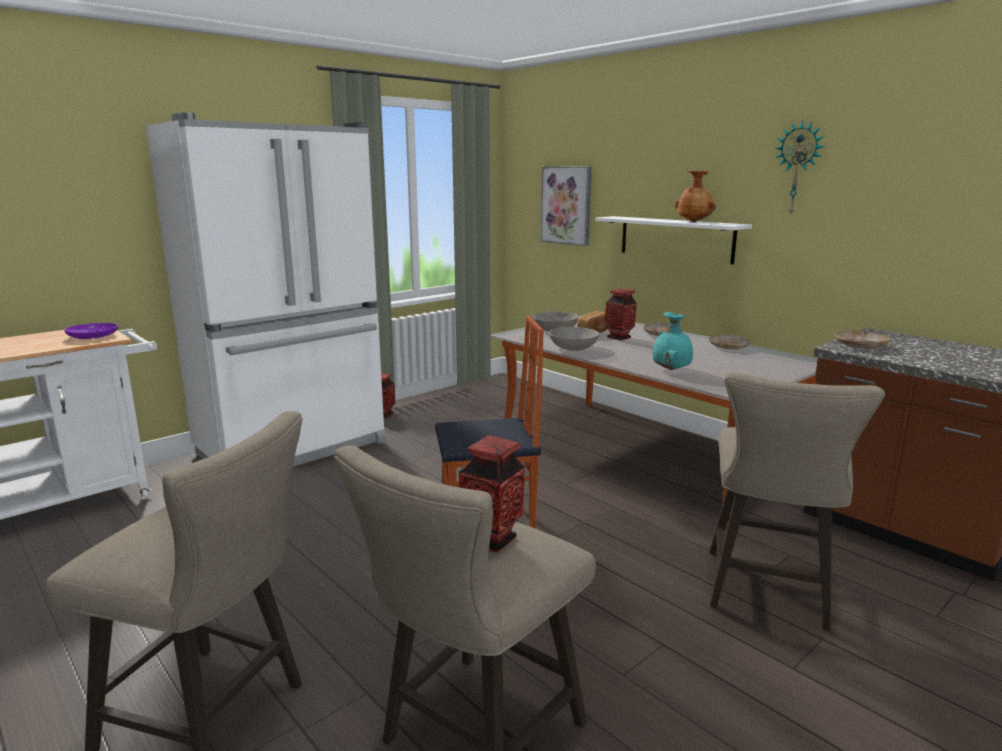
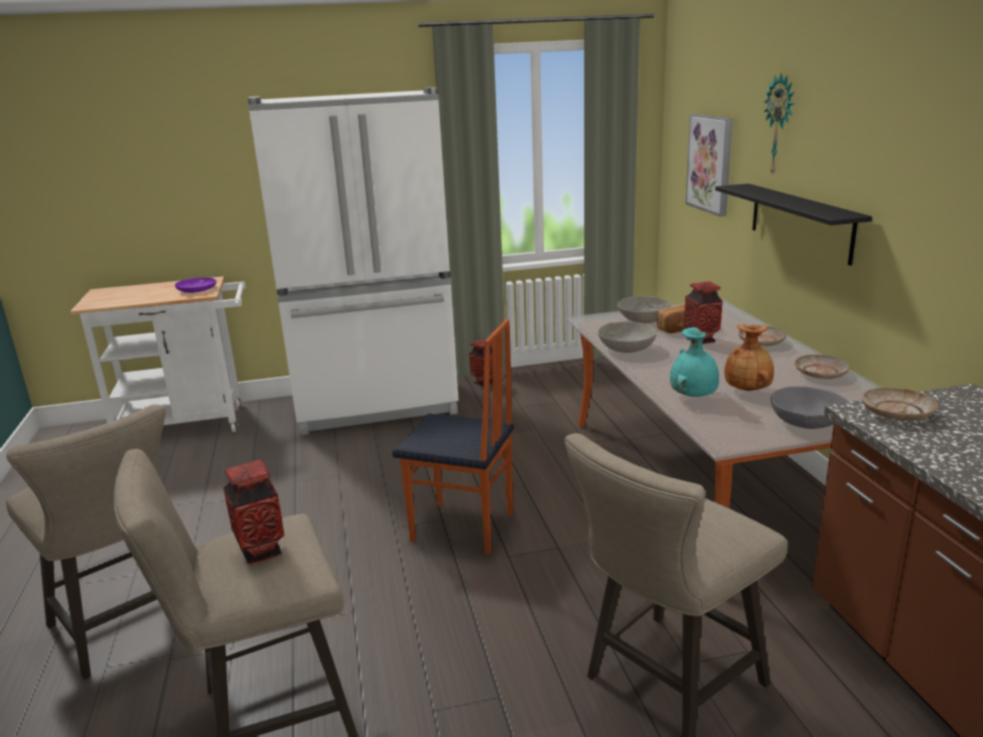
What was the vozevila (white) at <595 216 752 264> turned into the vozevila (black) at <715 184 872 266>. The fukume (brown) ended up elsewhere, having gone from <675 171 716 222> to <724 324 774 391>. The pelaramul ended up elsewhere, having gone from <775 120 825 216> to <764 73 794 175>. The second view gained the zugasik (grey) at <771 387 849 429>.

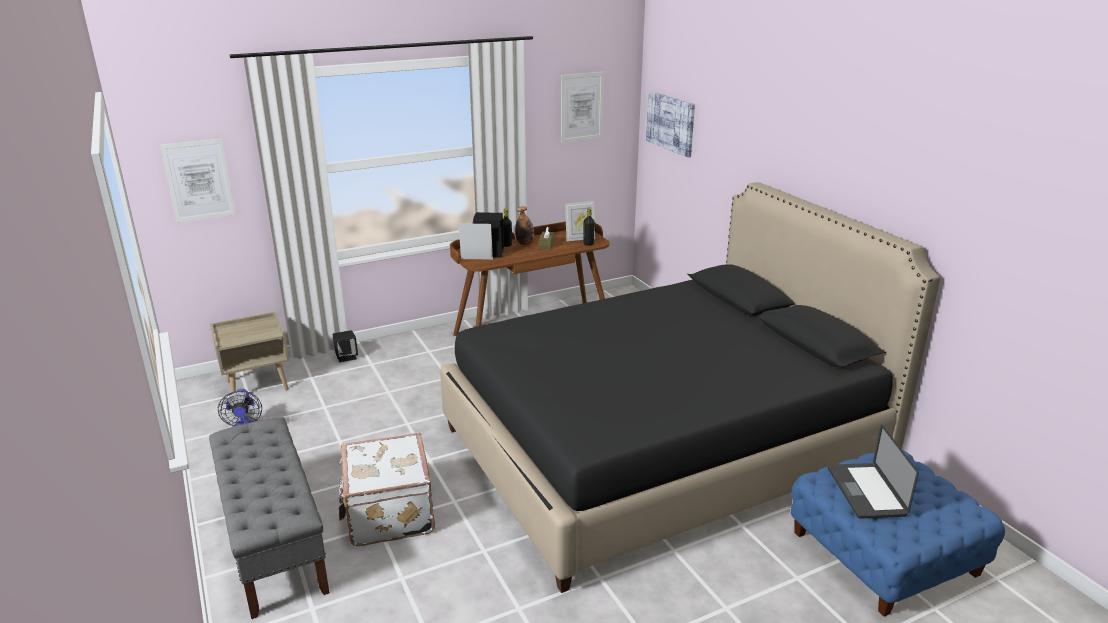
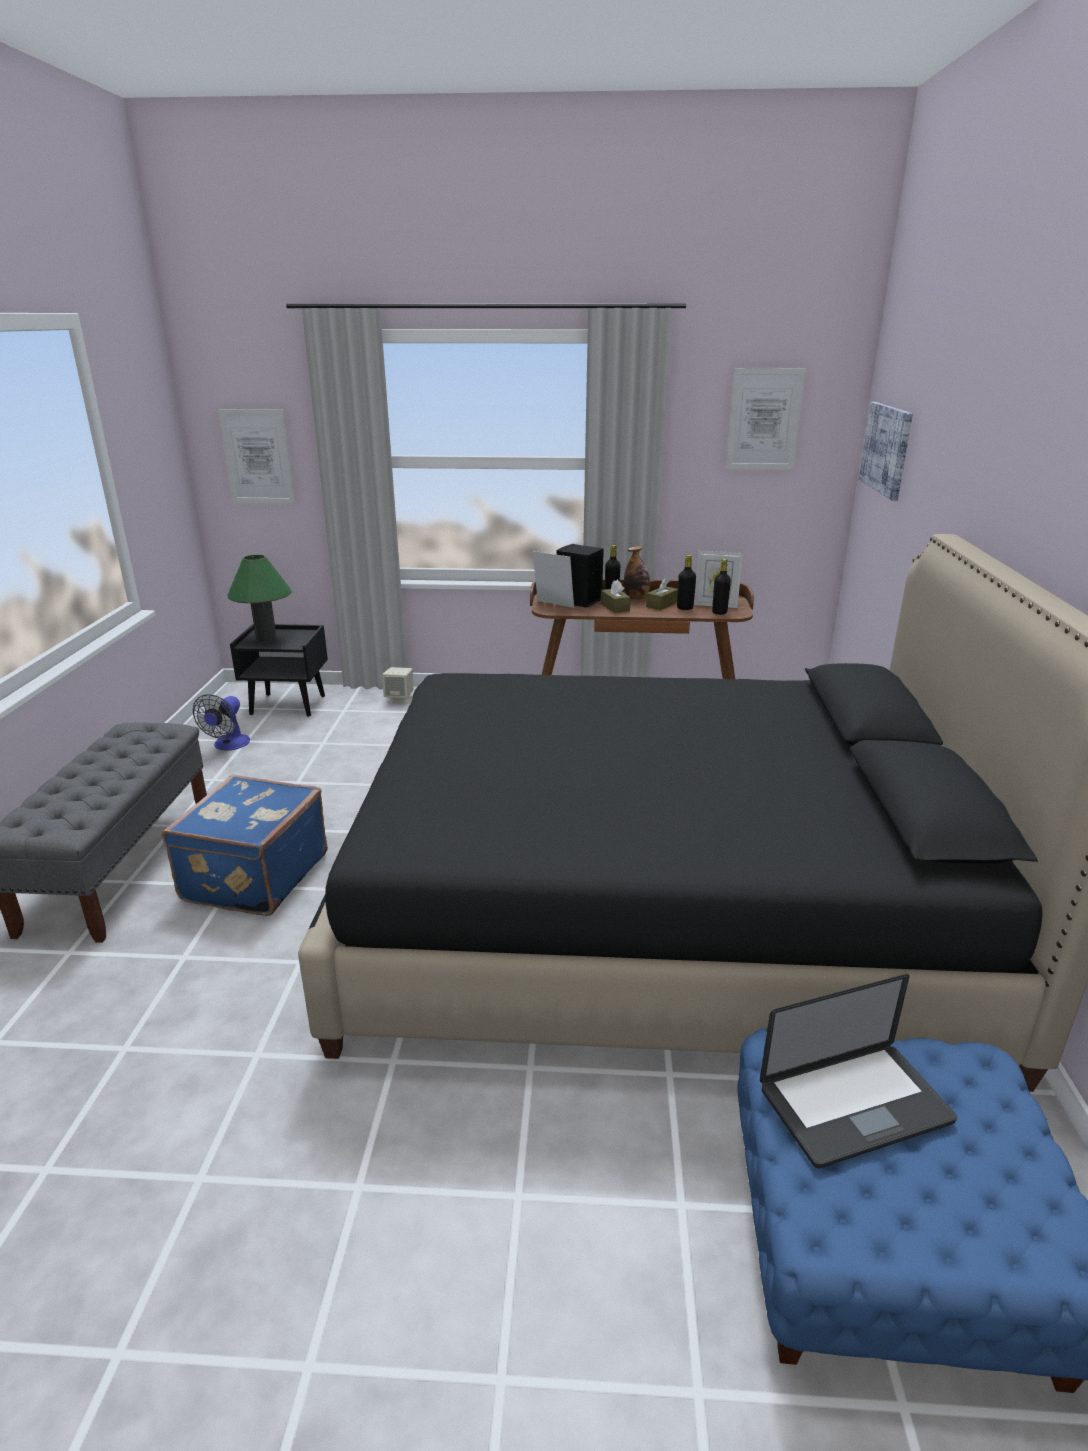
What was the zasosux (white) at <339 433 435 546> turned into the zasosux (blue) at <162 774 328 916>. The second view gained the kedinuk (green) at <227 555 292 643>. What was the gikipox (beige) at <210 312 289 395> turned into the gikipox (black) at <230 624 328 717>. What was the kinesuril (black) at <333 330 358 362> turned into the kinesuril (beige) at <382 667 414 703>. The second view gained the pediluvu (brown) at <601 580 630 613>. The second view gained the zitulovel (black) at <677 555 696 610>. The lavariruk at <828 424 919 519> ended up facing another way, 135 degrees counterclockwise from before.

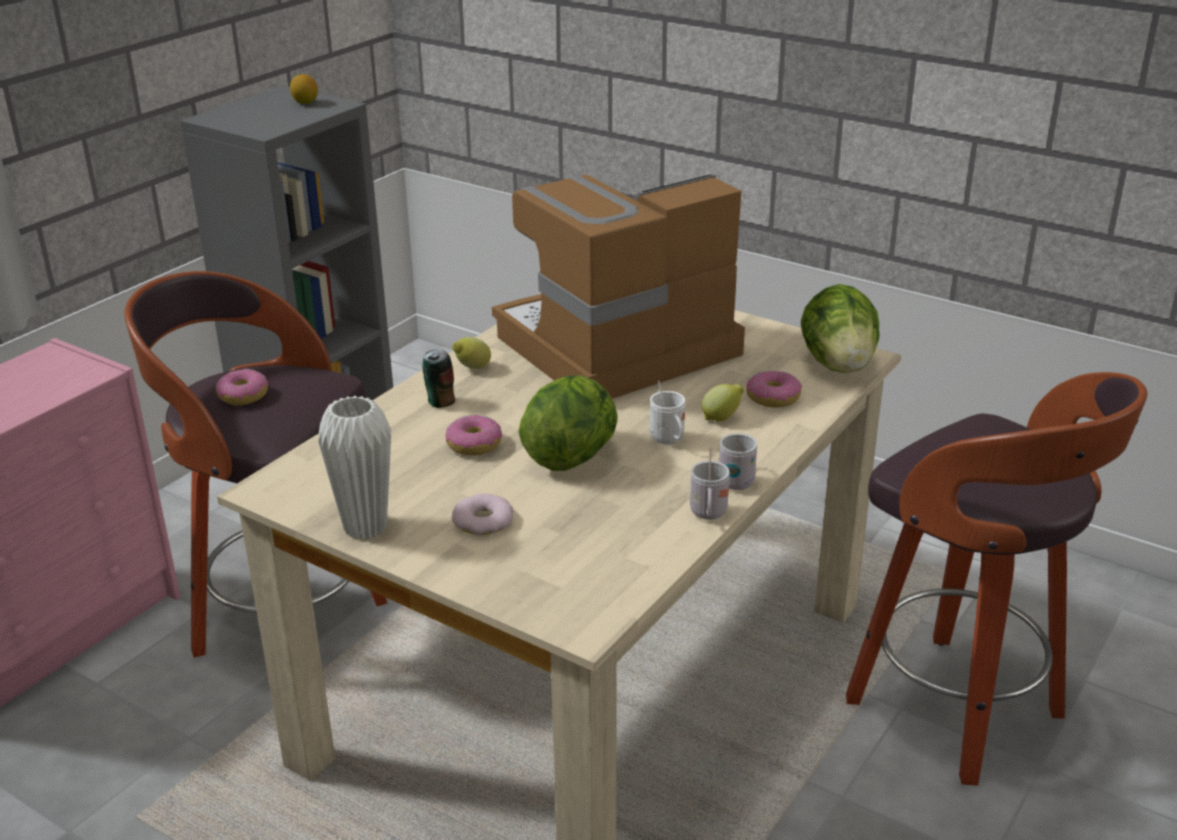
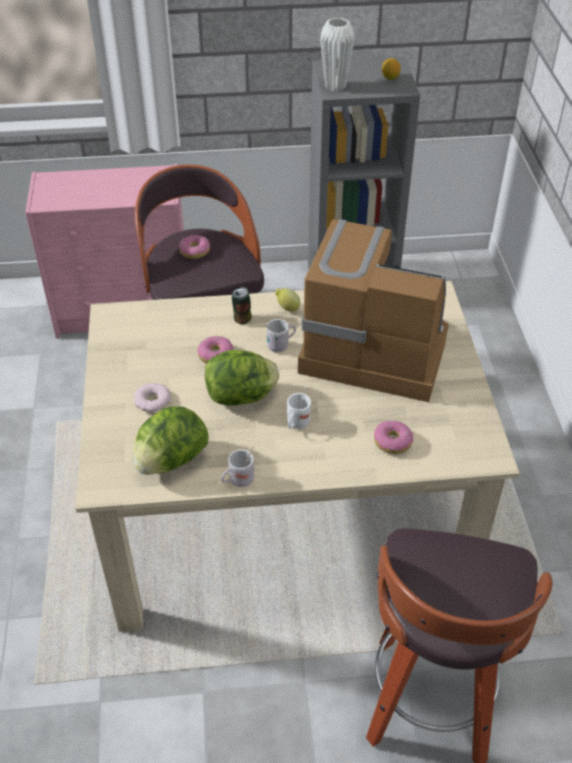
The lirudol ended up elsewhere, having gone from <801 284 880 373> to <133 407 209 475>. The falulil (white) ended up elsewhere, having gone from <719 433 758 490> to <266 319 296 353>. The fukume (white) ended up elsewhere, having gone from <318 396 391 539> to <320 18 355 92>. The second view lost the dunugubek at <702 384 744 422>.

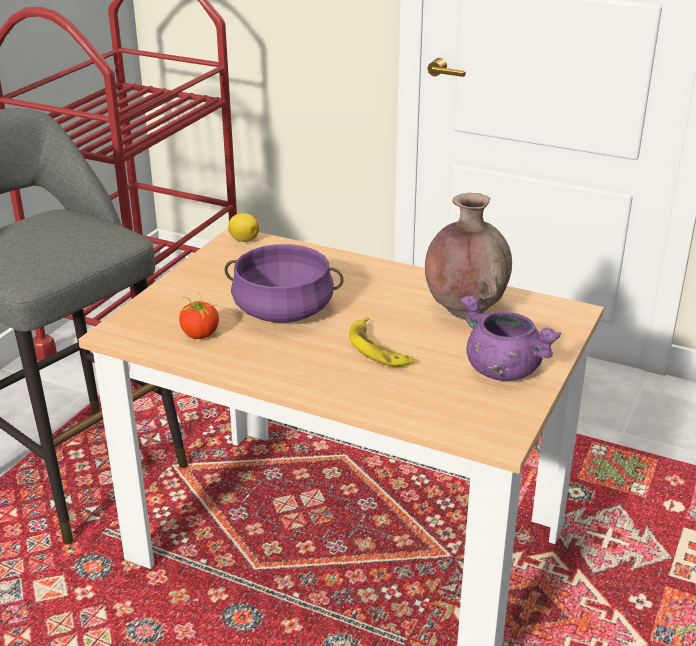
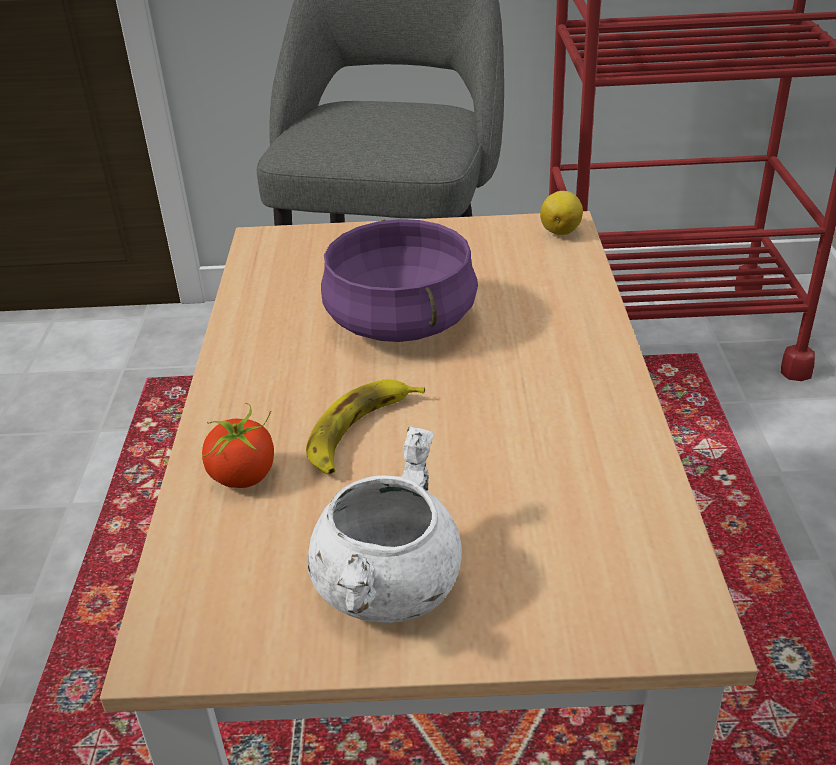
The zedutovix ended up elsewhere, having gone from <179 292 219 339> to <202 403 274 488>. What was the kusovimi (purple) at <461 295 561 381> turned into the kusovimi (white) at <308 426 462 623>. The second view lost the fukume (brown) at <425 193 512 319>.

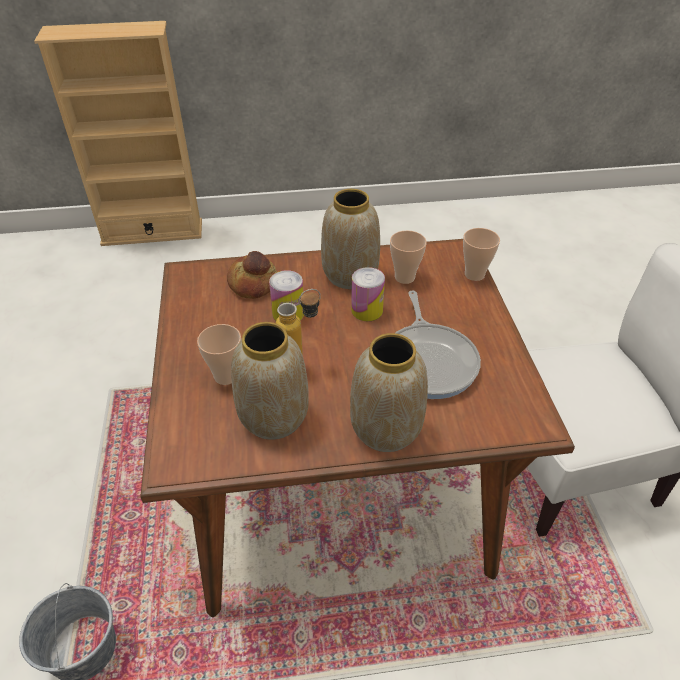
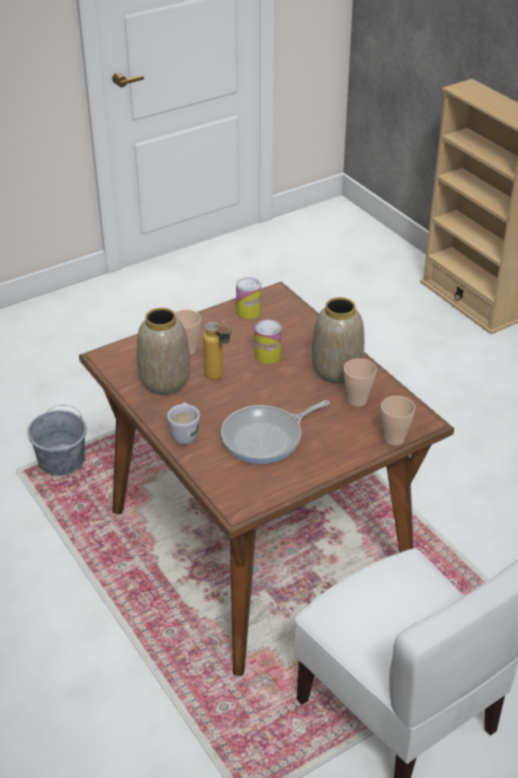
Where the fukume stood at <350 333 428 452>, the falulil (white) came to stand at <167 403 200 445>. The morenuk ended up elsewhere, having gone from <351 267 385 321> to <236 277 261 319>. The second view lost the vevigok at <227 251 277 299>.

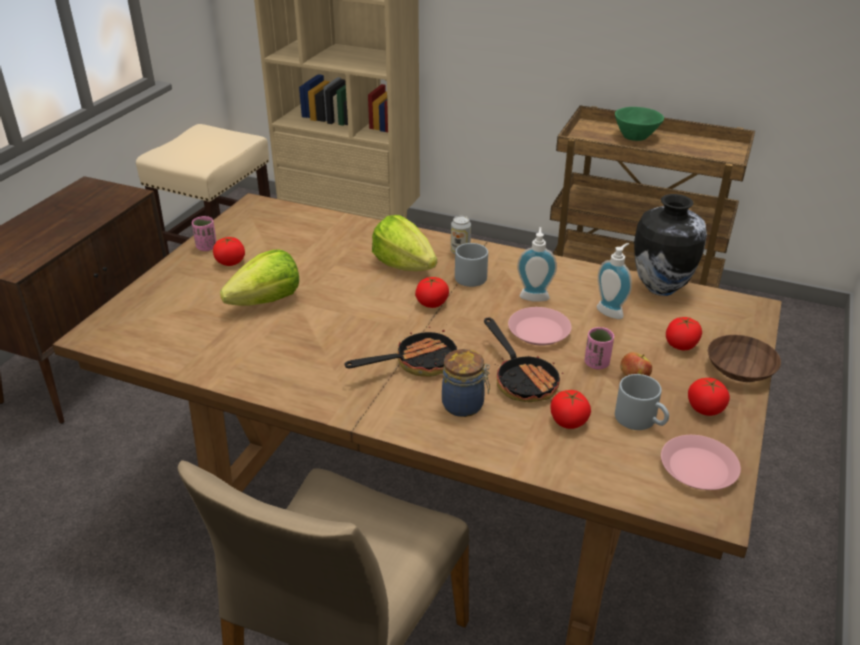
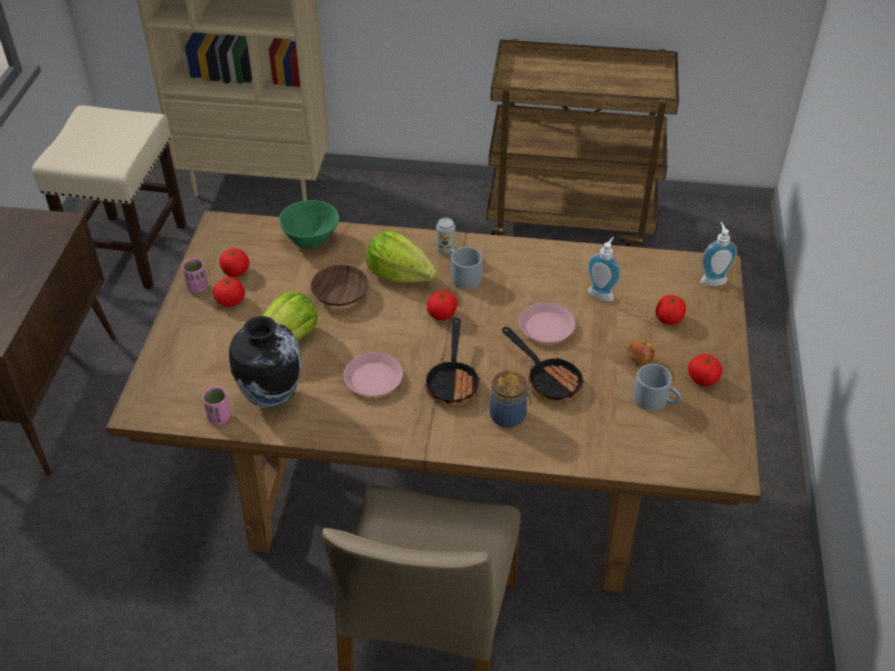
The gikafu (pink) ended up elsewhere, having gone from <585 327 614 369> to <202 387 230 425>. The zedutovix ended up elsewhere, having gone from <550 390 591 429> to <219 248 249 277>. The fukume ended up elsewhere, having gone from <634 194 707 296> to <229 316 301 409>. The zugasik (green) ended up elsewhere, having gone from <615 107 664 141> to <279 200 339 249>. The zugasik (brown) ended up elsewhere, having gone from <708 335 781 382> to <311 265 368 306>. The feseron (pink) ended up elsewhere, having gone from <661 435 741 490> to <344 352 403 397>. The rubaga at <344 327 457 377> ended up facing another way, 135 degrees clockwise from before. The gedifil ended up elsewhere, having gone from <517 227 557 302> to <700 222 737 286>.

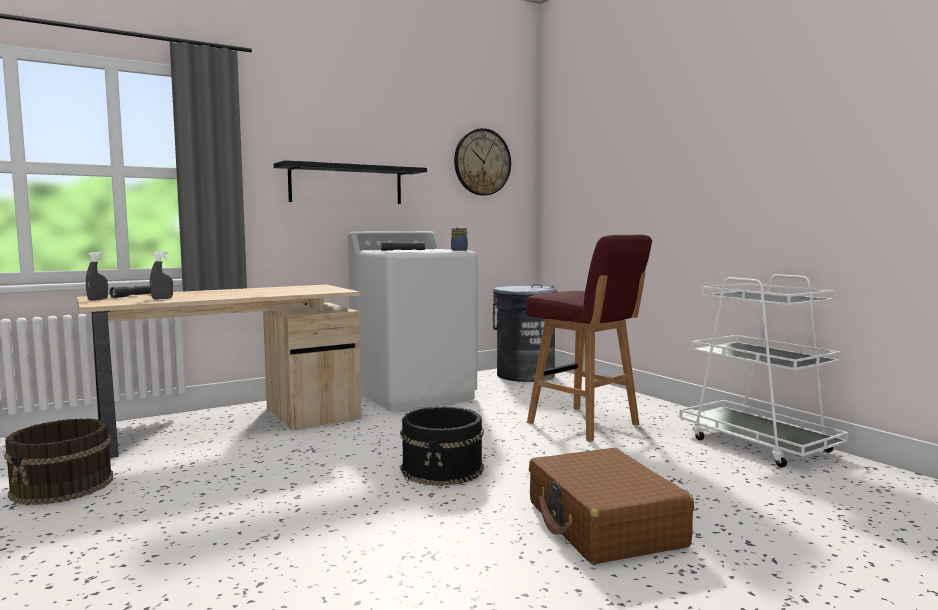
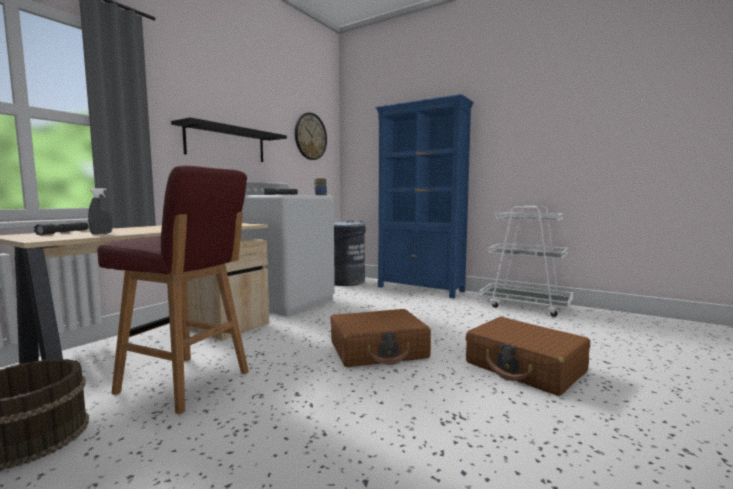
The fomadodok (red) ended up elsewhere, having gone from <526 234 652 442> to <97 166 249 414>. Where the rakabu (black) stood at <400 407 484 486>, the zasosux (brown) came to stand at <330 309 431 367>. The second view gained the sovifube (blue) at <376 94 474 298>. The second view lost the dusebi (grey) at <86 252 108 300>.

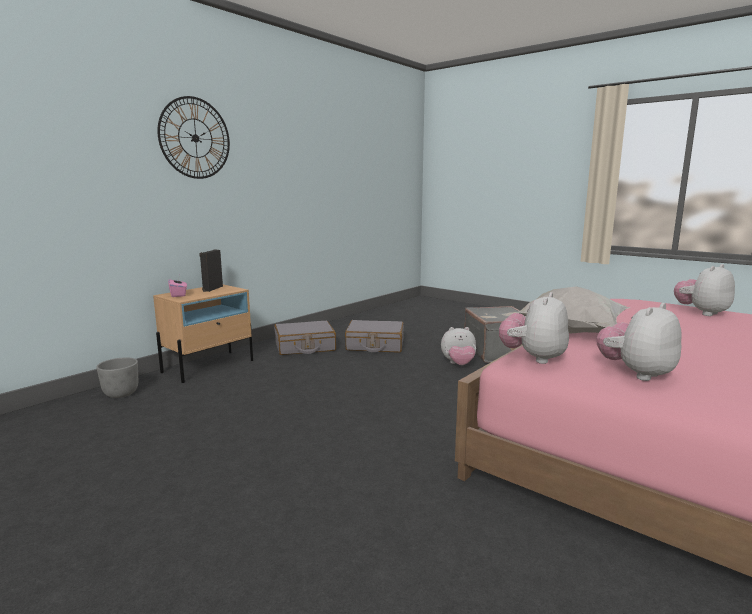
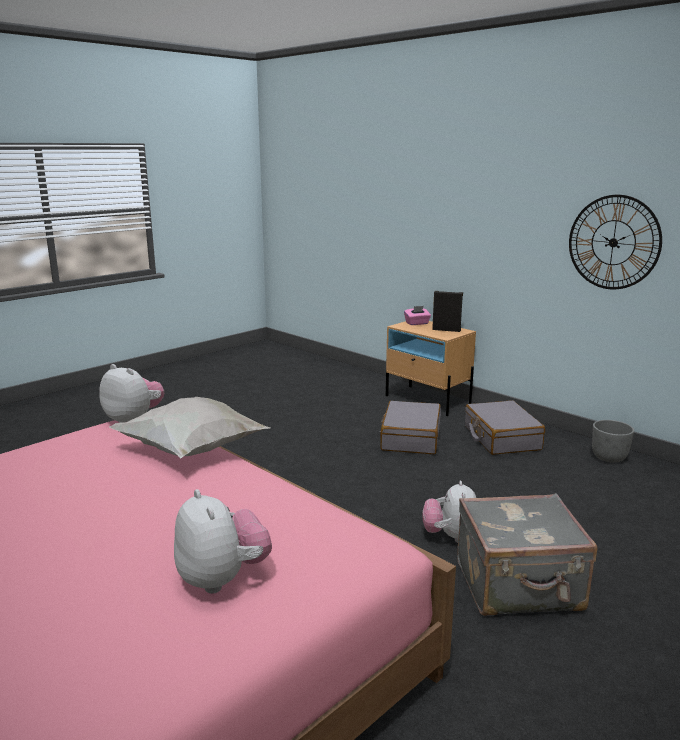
The zasosux (grey) ended up elsewhere, having gone from <345 320 404 352> to <380 401 441 454>. The pelaramul ended up elsewhere, having gone from <157 96 230 179> to <569 195 662 289>. The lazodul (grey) ended up elsewhere, having gone from <96 357 138 398> to <592 420 634 463>. The second view lost the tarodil at <596 303 682 381>.

